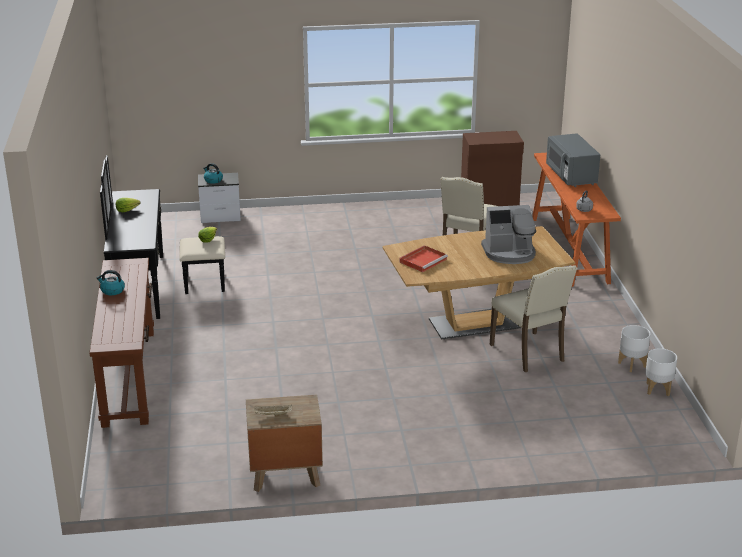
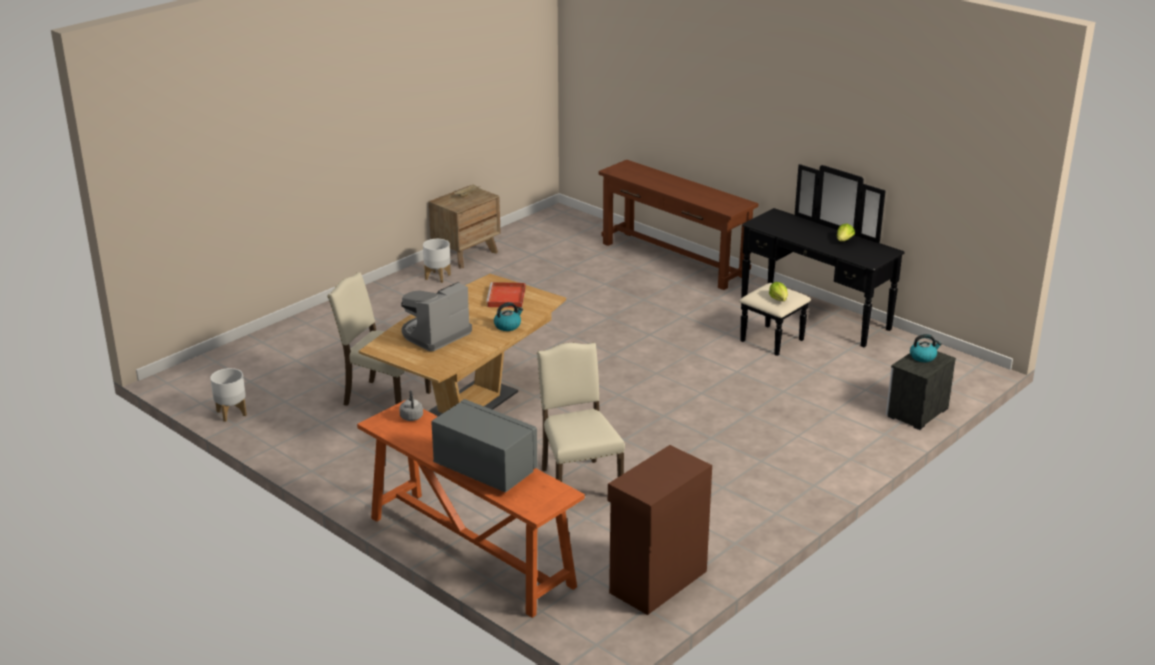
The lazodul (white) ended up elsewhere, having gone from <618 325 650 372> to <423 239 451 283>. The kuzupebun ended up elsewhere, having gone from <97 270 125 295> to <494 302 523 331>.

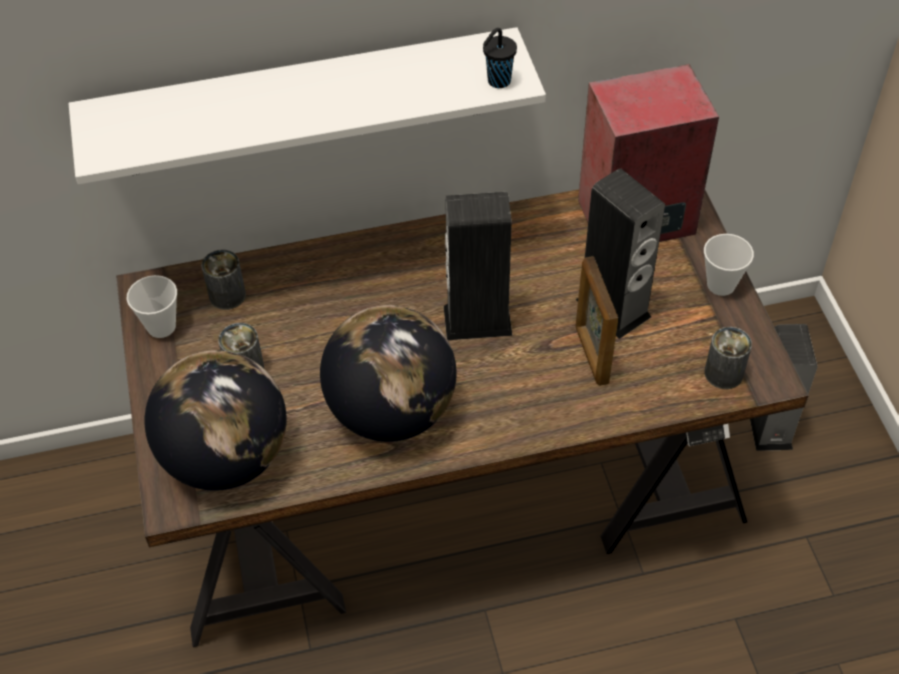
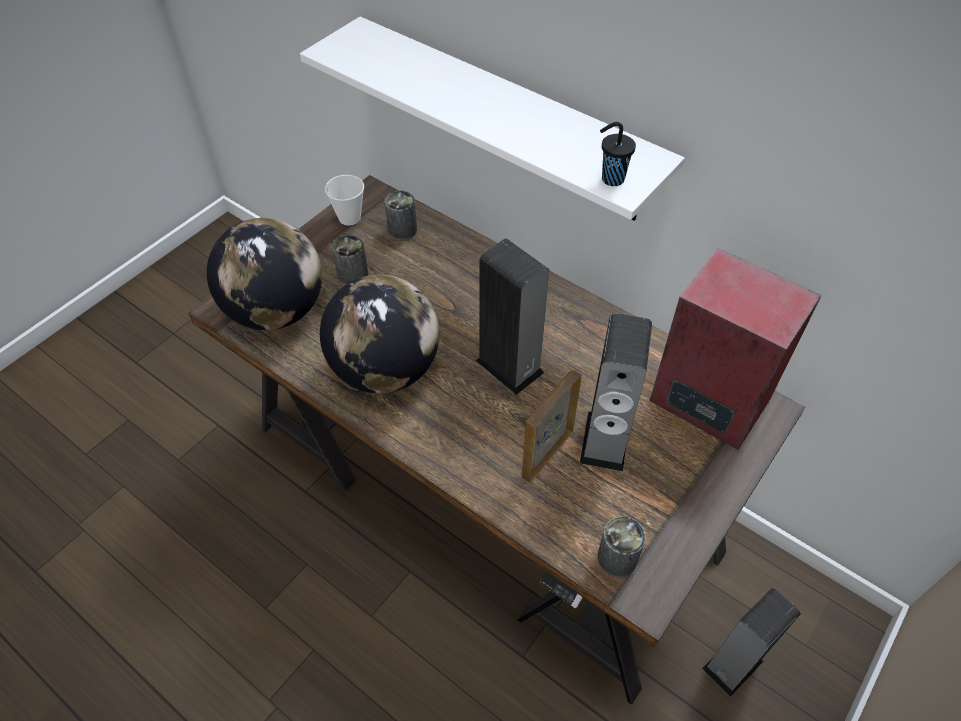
The second view lost the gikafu at <704 234 754 296>.

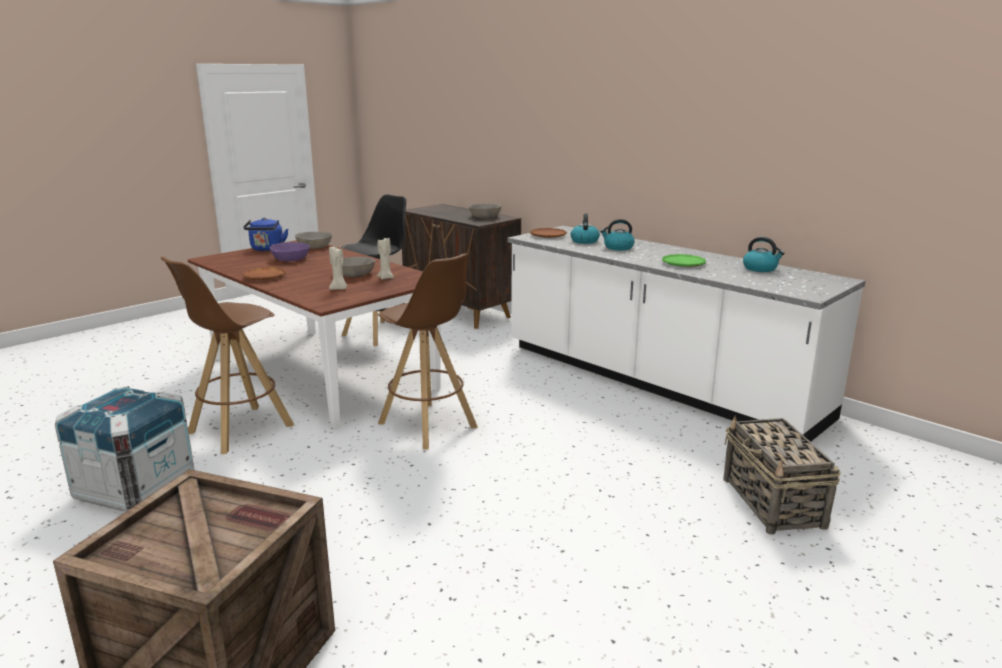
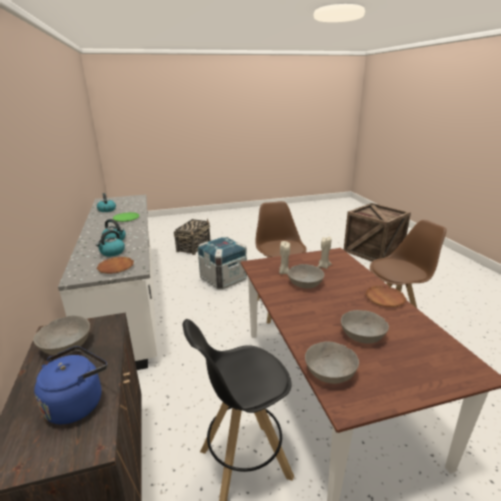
The kuzupebun (blue) ended up elsewhere, having gone from <243 218 288 251> to <34 346 107 424>. The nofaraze ended up elsewhere, having gone from <55 386 194 512> to <198 237 247 290>. What was the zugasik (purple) at <270 242 310 261> turned into the zugasik (grey) at <341 310 389 344>.

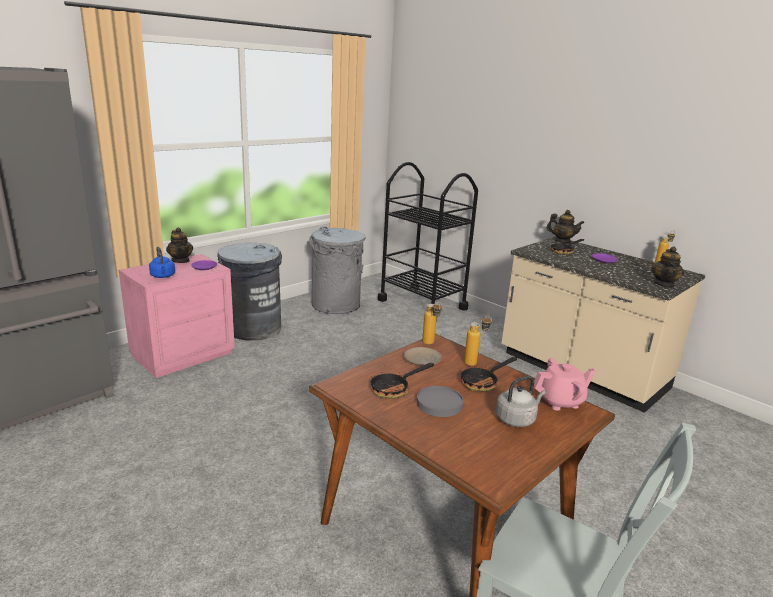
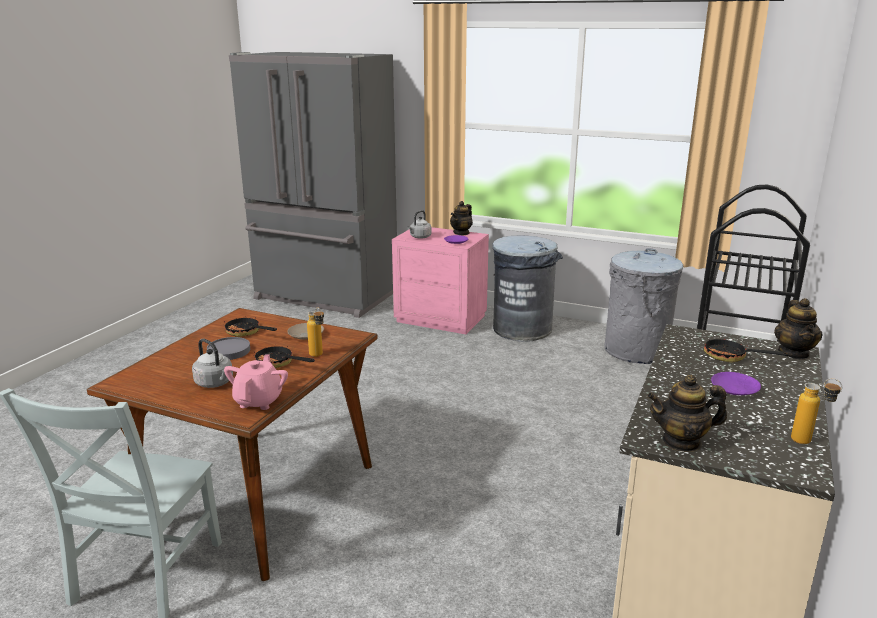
The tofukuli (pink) at <534 358 596 411> ended up facing another way, 135 degrees counterclockwise from before. What was the kuzupebun (blue) at <149 247 175 278> turned into the kuzupebun (grey) at <408 210 432 239>. The second view lost the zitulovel at <422 301 442 345>.

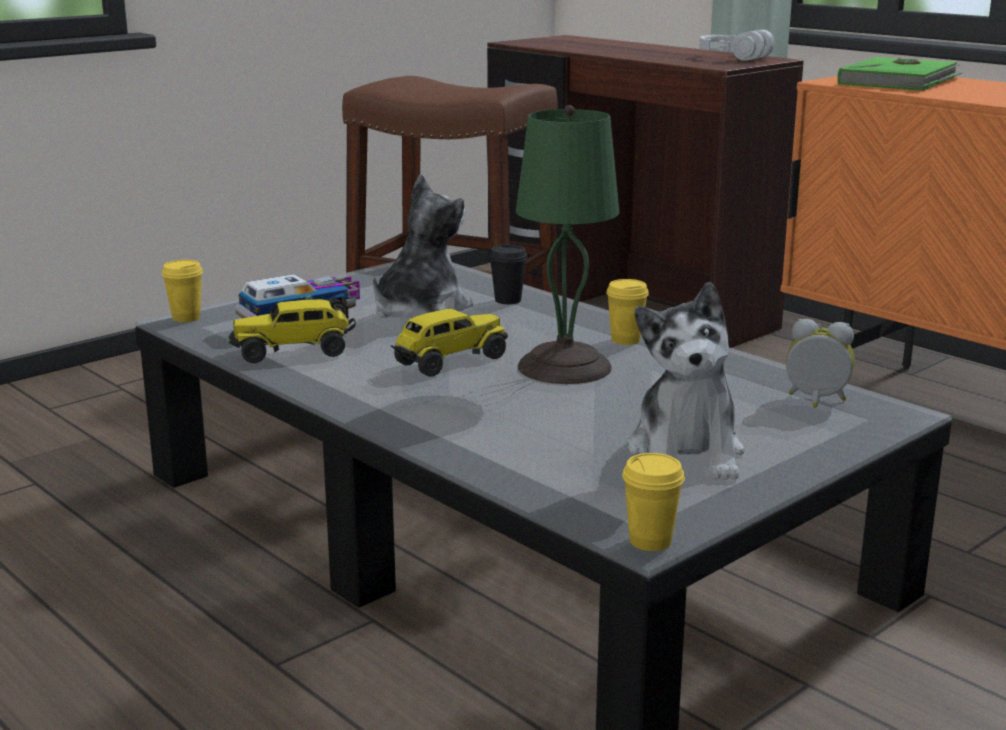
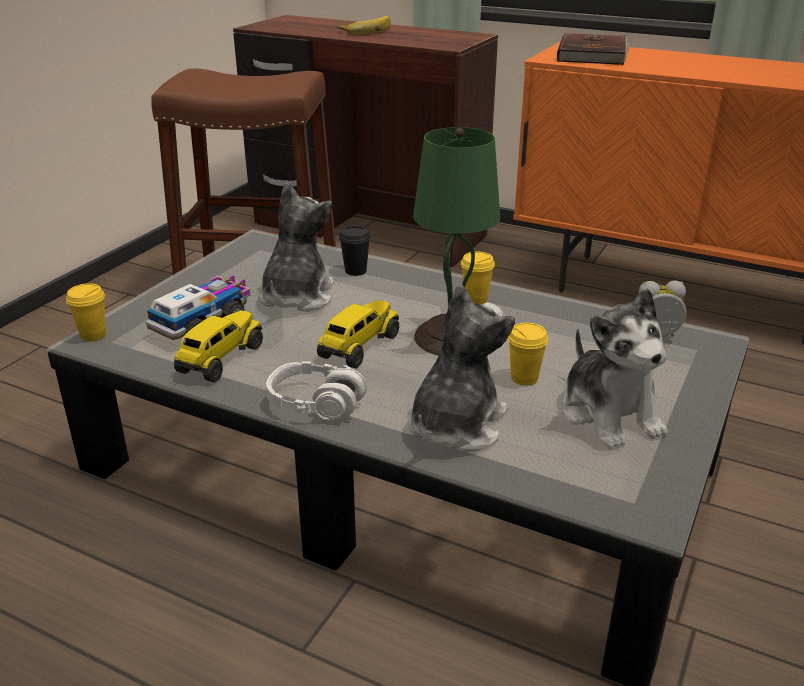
The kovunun at <228 299 356 363> ended up facing another way, 150 degrees clockwise from before. The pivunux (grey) ended up elsewhere, having gone from <700 30 774 61> to <266 361 367 421>. The second view gained the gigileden at <338 16 391 35>. The second view gained the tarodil at <408 284 515 452>. The gikafu (yellow) ended up elsewhere, having gone from <622 453 685 551> to <508 323 548 386>. What was the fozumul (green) at <837 57 964 91> turned into the fozumul (brown) at <557 33 630 65>.

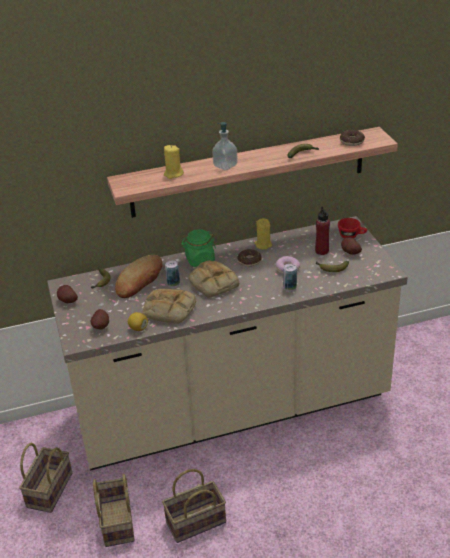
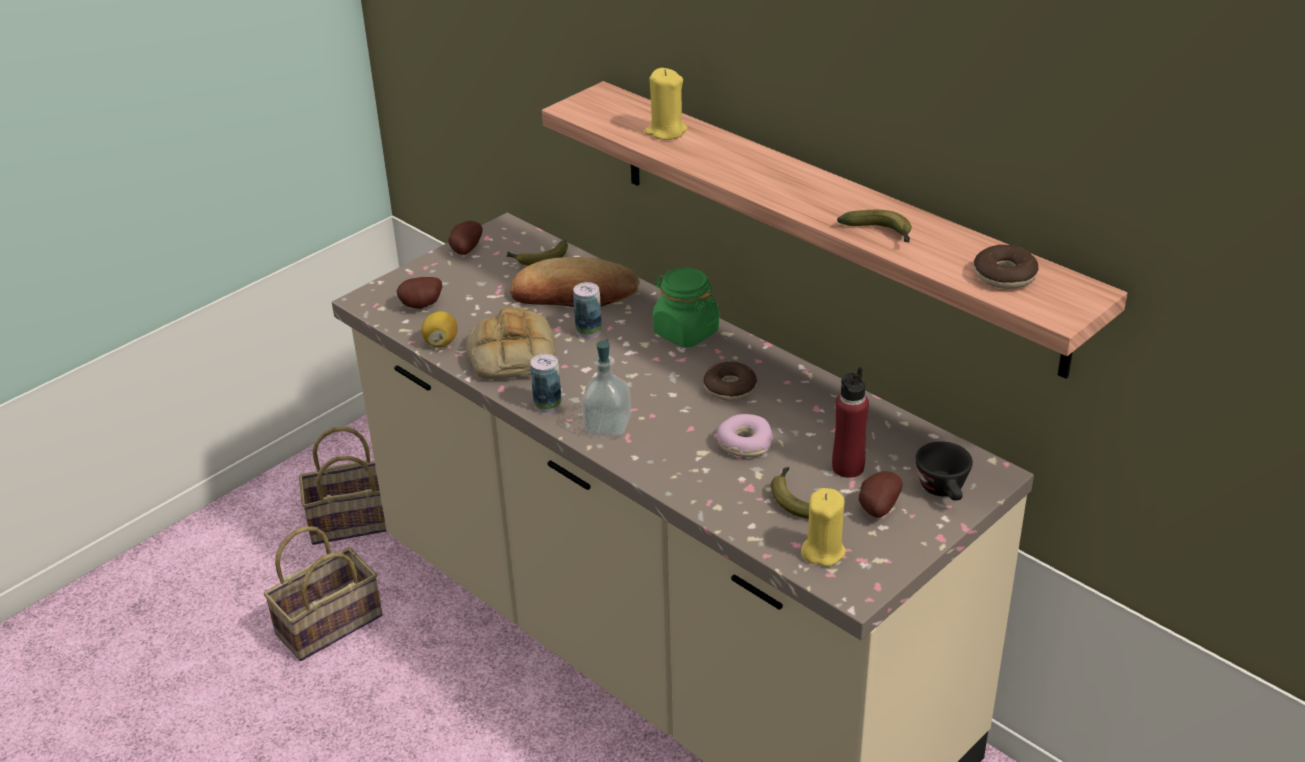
The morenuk ended up elsewhere, having gone from <283 264 297 292> to <530 354 562 414>. The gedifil ended up elsewhere, having gone from <212 122 238 170> to <582 339 631 437>. The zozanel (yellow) ended up elsewhere, having gone from <254 218 272 249> to <801 488 846 567>. What was the gikafu (red) at <338 218 367 238> turned into the gikafu (black) at <915 441 973 500>. The second view lost the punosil at <162 469 226 543>. The second view lost the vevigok at <188 260 239 297>.

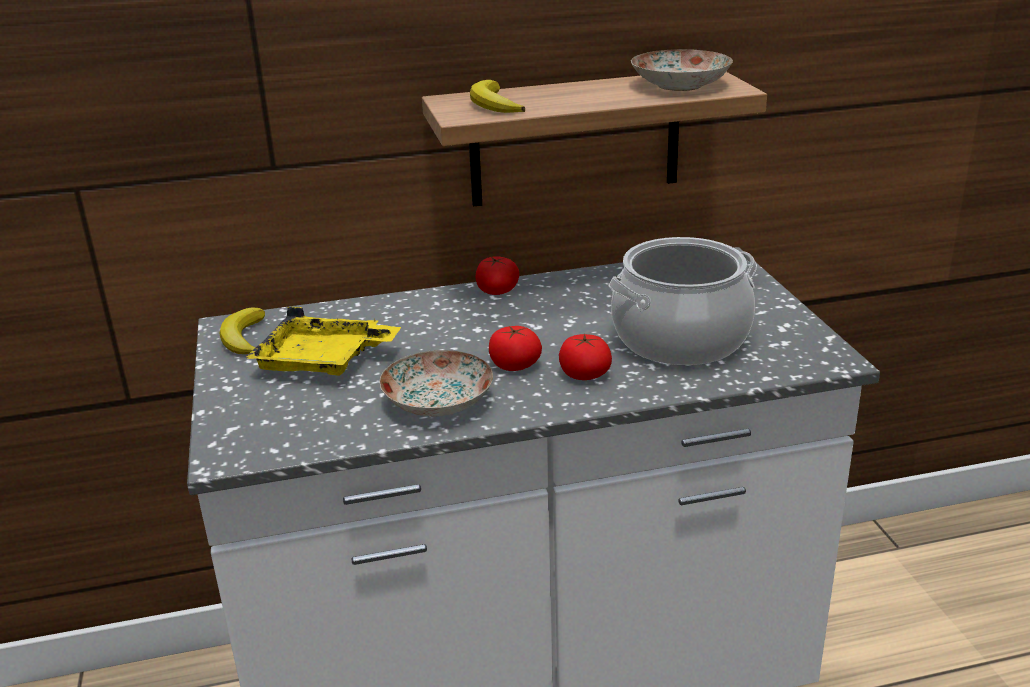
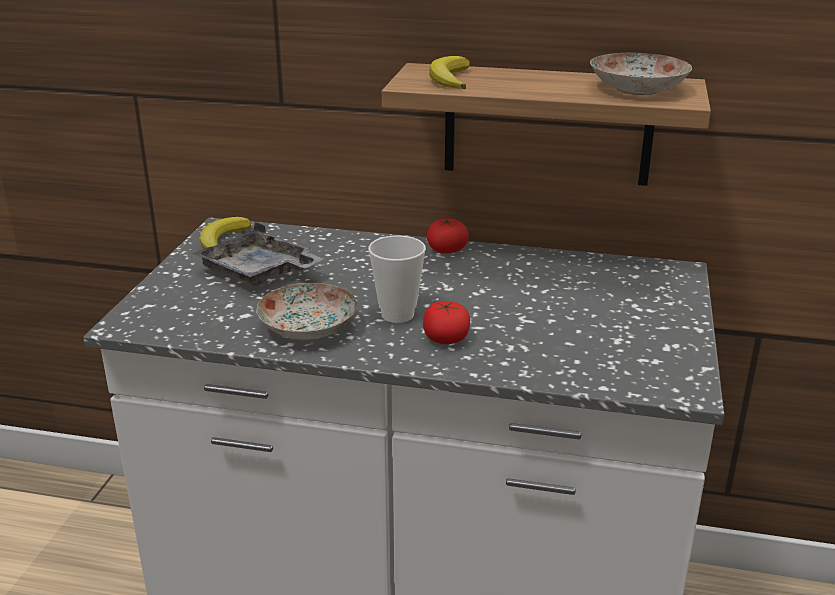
What was the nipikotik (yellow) at <245 307 401 376> turned into the nipikotik (grey) at <192 222 323 286>. Where the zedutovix stood at <489 326 542 371>, the gikafu came to stand at <368 235 426 323>. The second view lost the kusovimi at <608 237 757 365>.

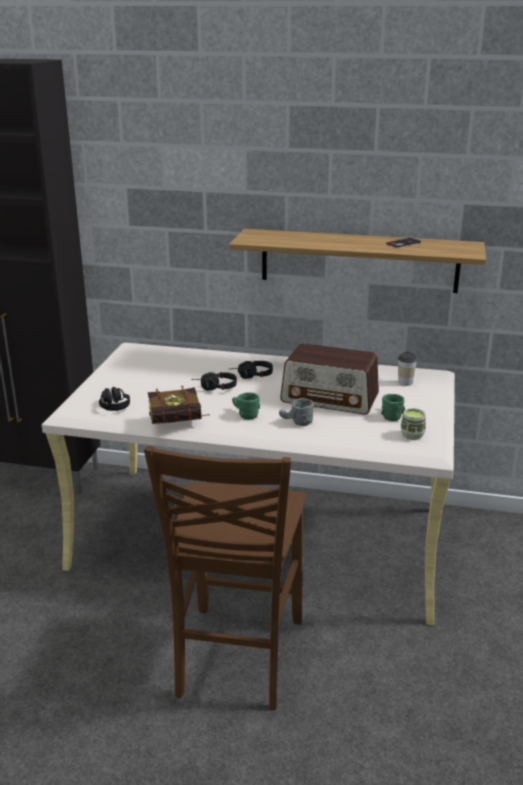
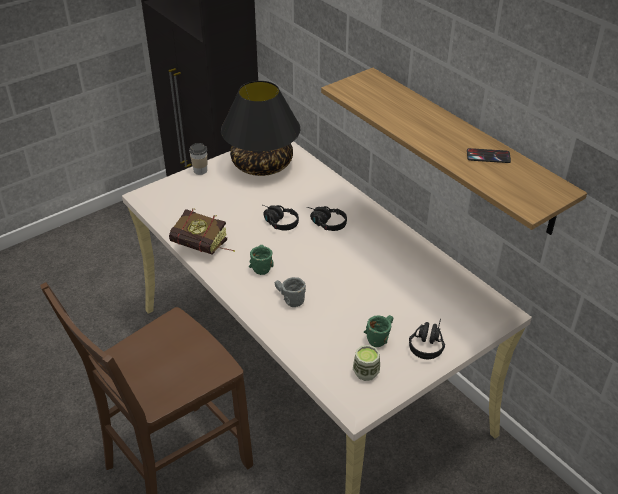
The gikafu ended up elsewhere, having gone from <398 352 417 386> to <189 143 207 175>. The second view gained the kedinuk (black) at <221 81 301 176>. The pivunux (black) ended up elsewhere, having gone from <99 387 130 411> to <409 319 445 359>. The second view lost the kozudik at <280 343 379 415>.

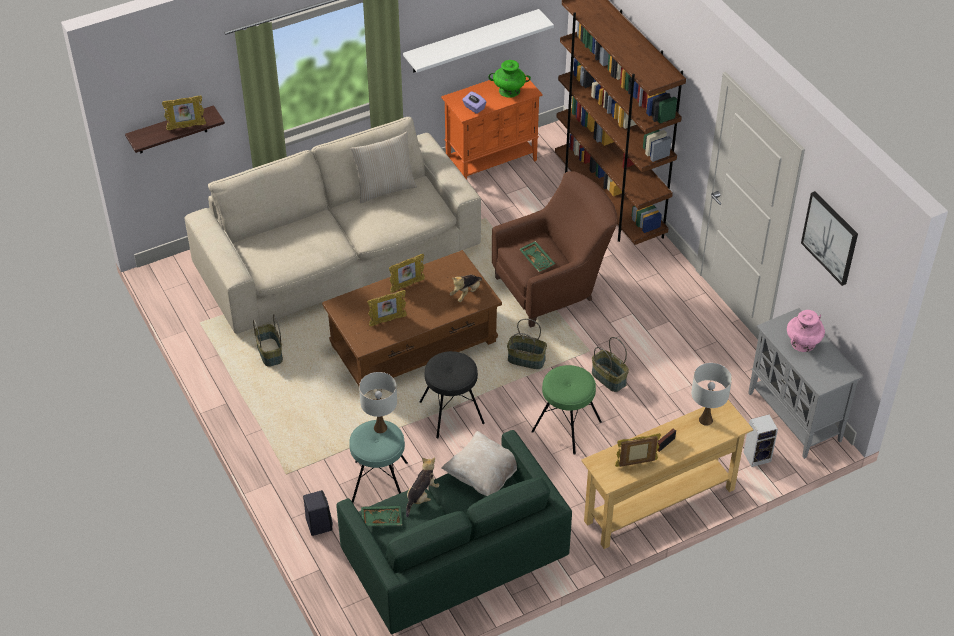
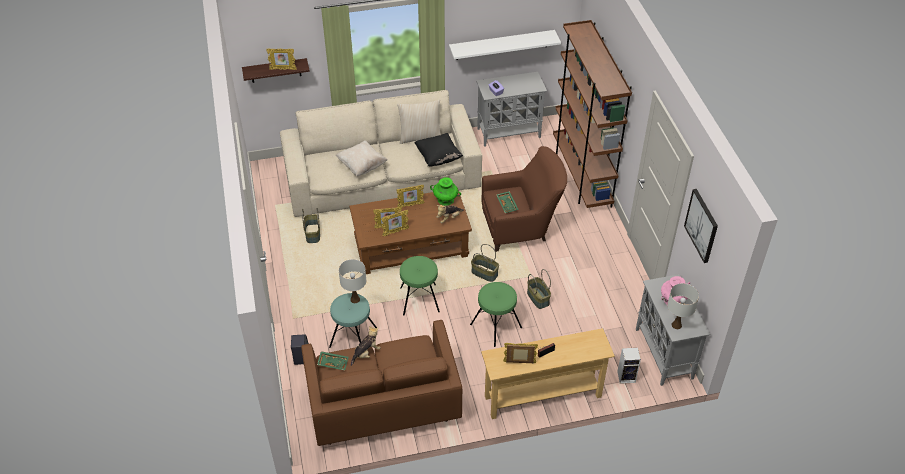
What was the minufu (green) at <336 430 572 634> turned into the minufu (brown) at <301 320 462 446>. The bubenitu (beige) ended up elsewhere, having gone from <441 431 517 496> to <335 140 388 177>. The second view gained the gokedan at <381 210 409 236>. What was the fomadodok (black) at <420 351 485 438> turned into the fomadodok (green) at <400 256 440 315>. The second view gained the bubenitu (black) at <414 133 463 166>. The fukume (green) ended up elsewhere, having gone from <488 60 531 98> to <430 177 461 206>. What was the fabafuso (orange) at <441 75 543 180> turned into the fabafuso (grey) at <476 72 547 147>. The kedinuk (white) ended up elsewhere, having gone from <691 363 732 426> to <668 283 699 329>.

